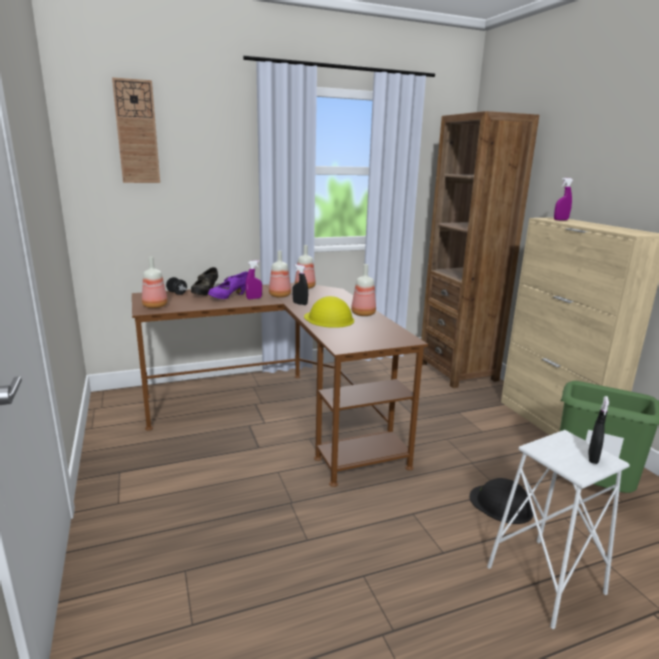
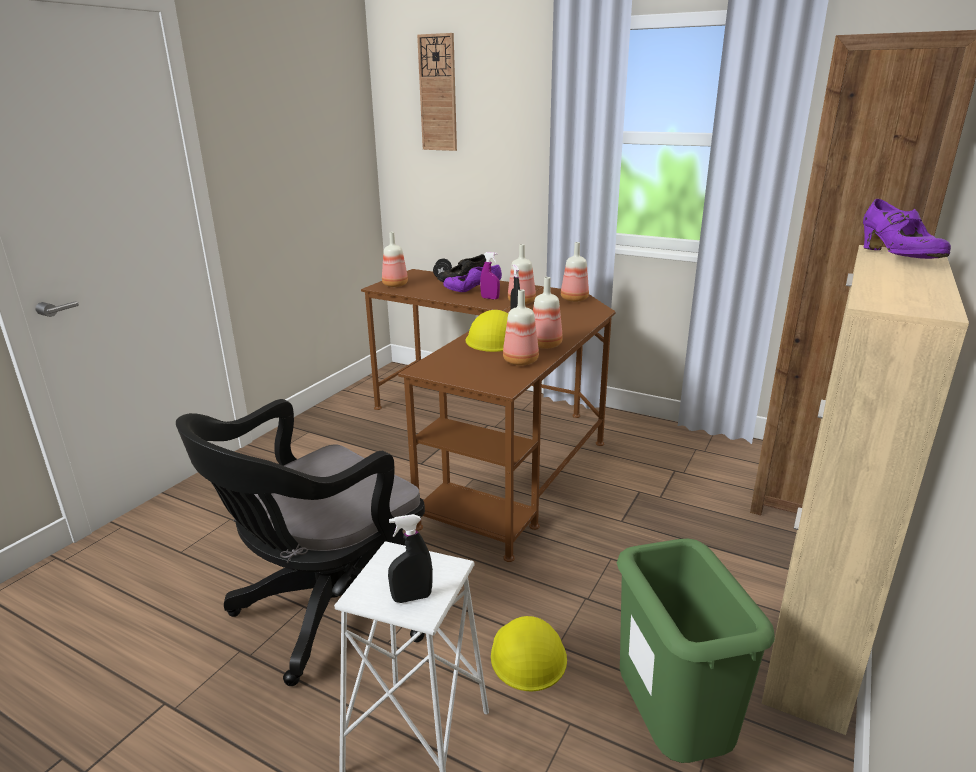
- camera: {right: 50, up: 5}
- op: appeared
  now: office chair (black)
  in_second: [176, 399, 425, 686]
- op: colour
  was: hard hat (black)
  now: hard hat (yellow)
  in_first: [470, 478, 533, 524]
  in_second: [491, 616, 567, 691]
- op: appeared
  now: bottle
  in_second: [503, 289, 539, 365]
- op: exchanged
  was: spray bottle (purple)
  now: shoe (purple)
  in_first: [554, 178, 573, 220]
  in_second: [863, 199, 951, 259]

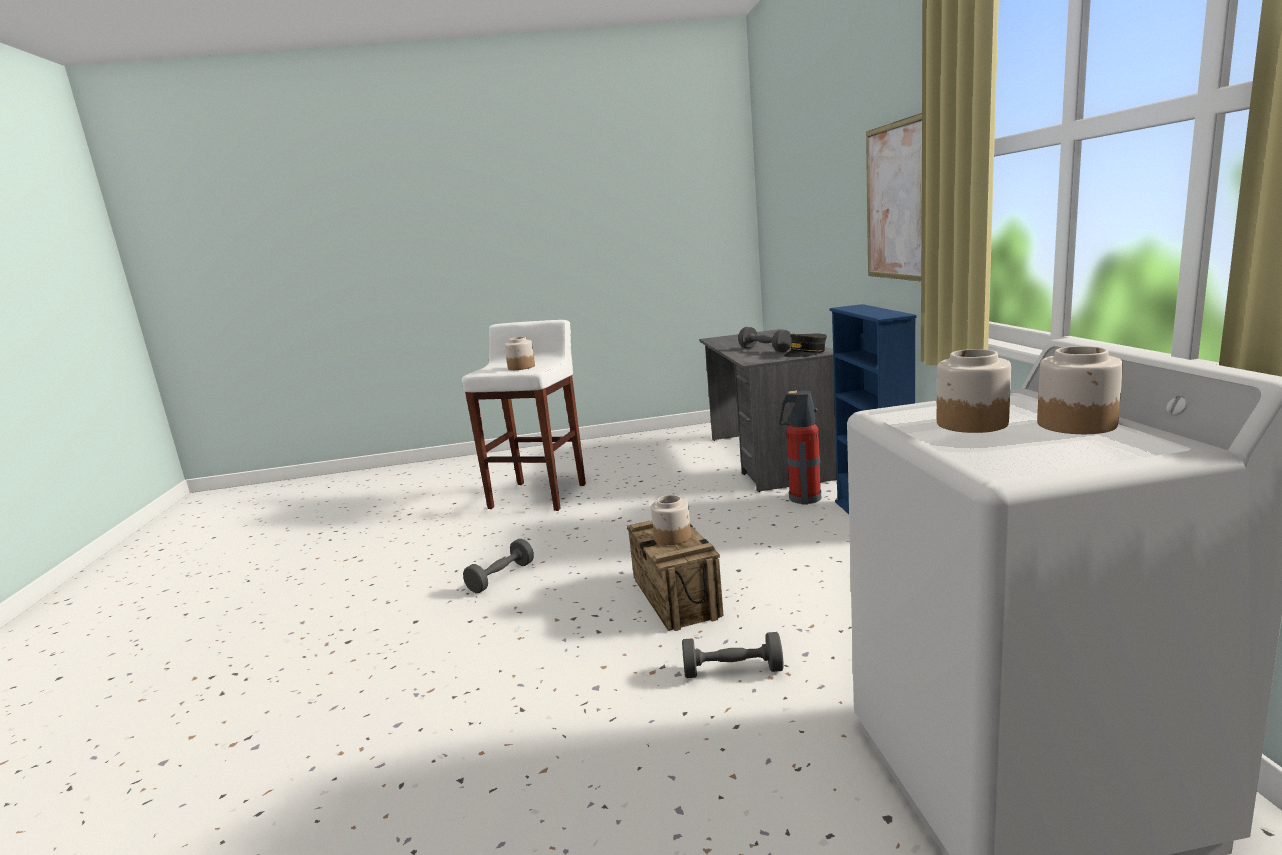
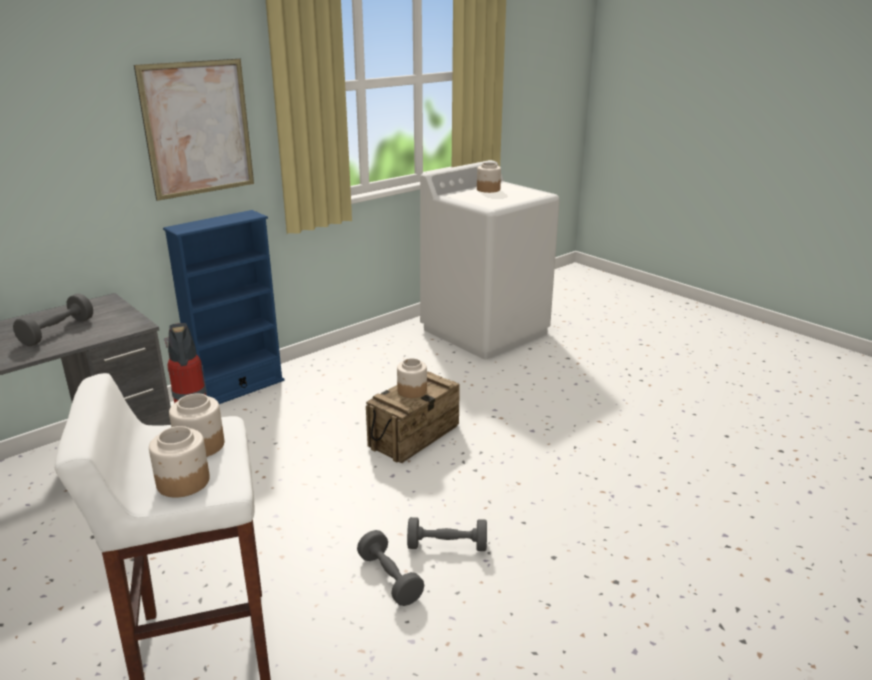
- camera: {right: -125, up: 10}
- op: relocated
  was: jar
  in_first: [937, 349, 1011, 433]
  in_second: [149, 426, 210, 498]
- op: relocated
  was: dumbbell (grey)
  in_first: [682, 632, 784, 678]
  in_second: [357, 530, 424, 606]
- op: missing
  was: cap (grey)
  in_first: [784, 334, 827, 357]

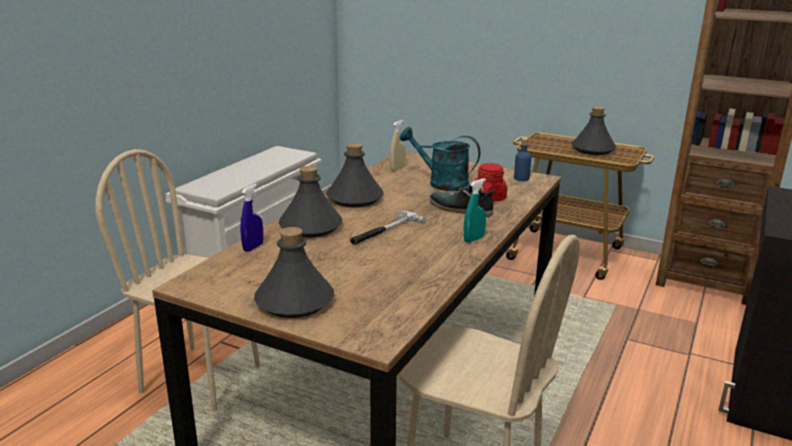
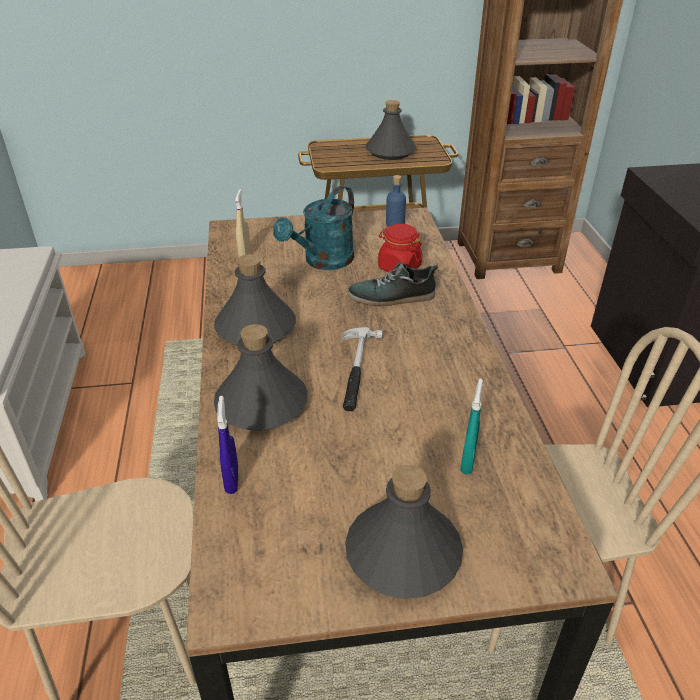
- camera: {right: -35, up: 15}
- op: spun
  was: watering can (turquoise)
  in_first: [400, 127, 480, 191]
  in_second: [273, 186, 354, 270]
  clockwise: -45
- op: relocated
  was: spray bottle (turquoise)
  in_first: [464, 178, 486, 242]
  in_second: [460, 379, 483, 474]

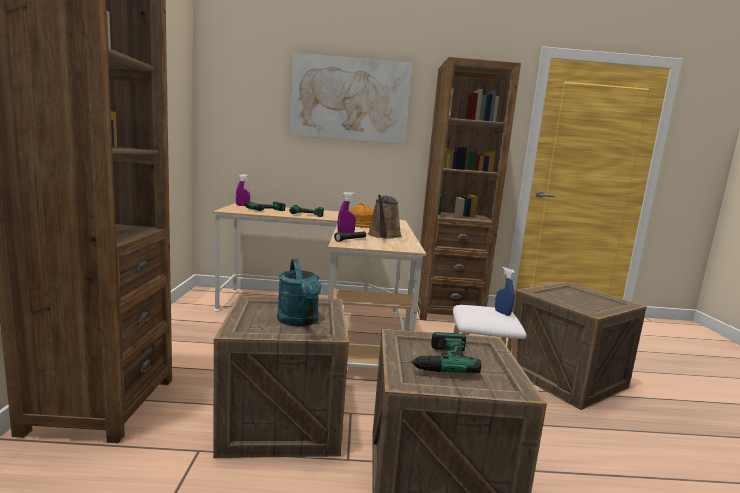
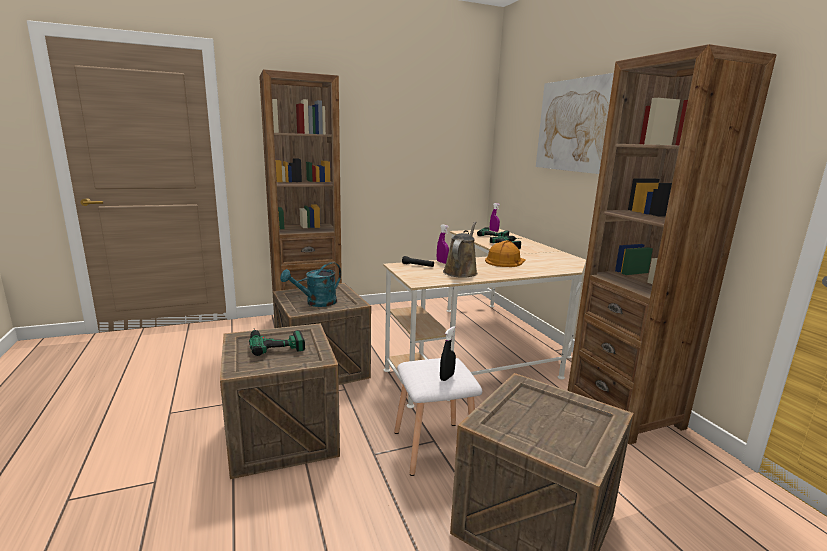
- camera: {right: 70, up: 5}
- op: colour
  was: spray bottle (blue)
  now: spray bottle (black)
  in_first: [495, 267, 515, 316]
  in_second: [440, 326, 456, 381]
- op: spun
  was: watering can (brown)
  in_first: [368, 195, 402, 239]
  in_second: [443, 221, 478, 278]
  clockwise: 120

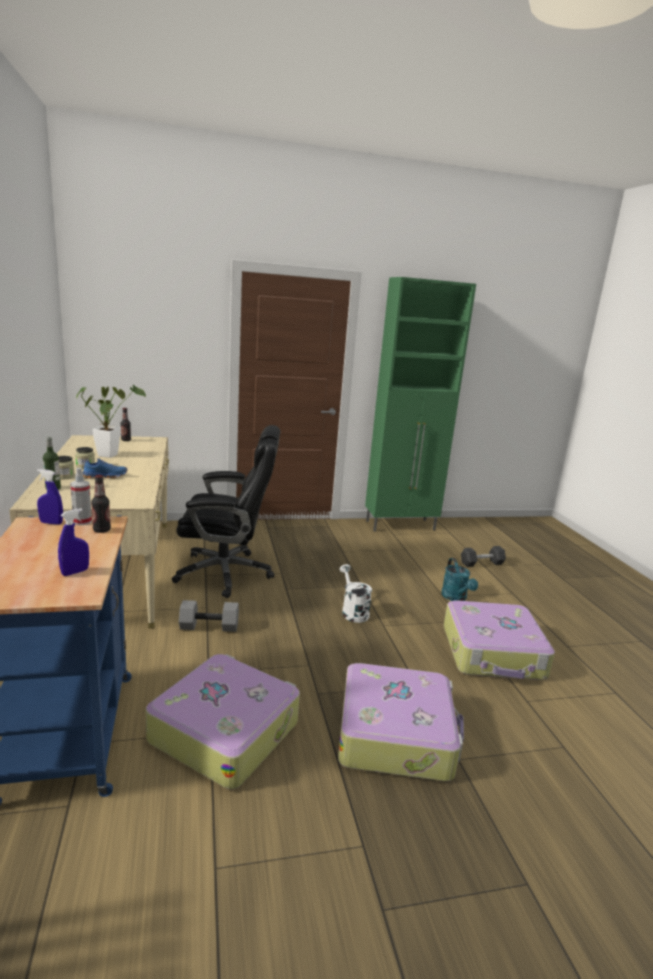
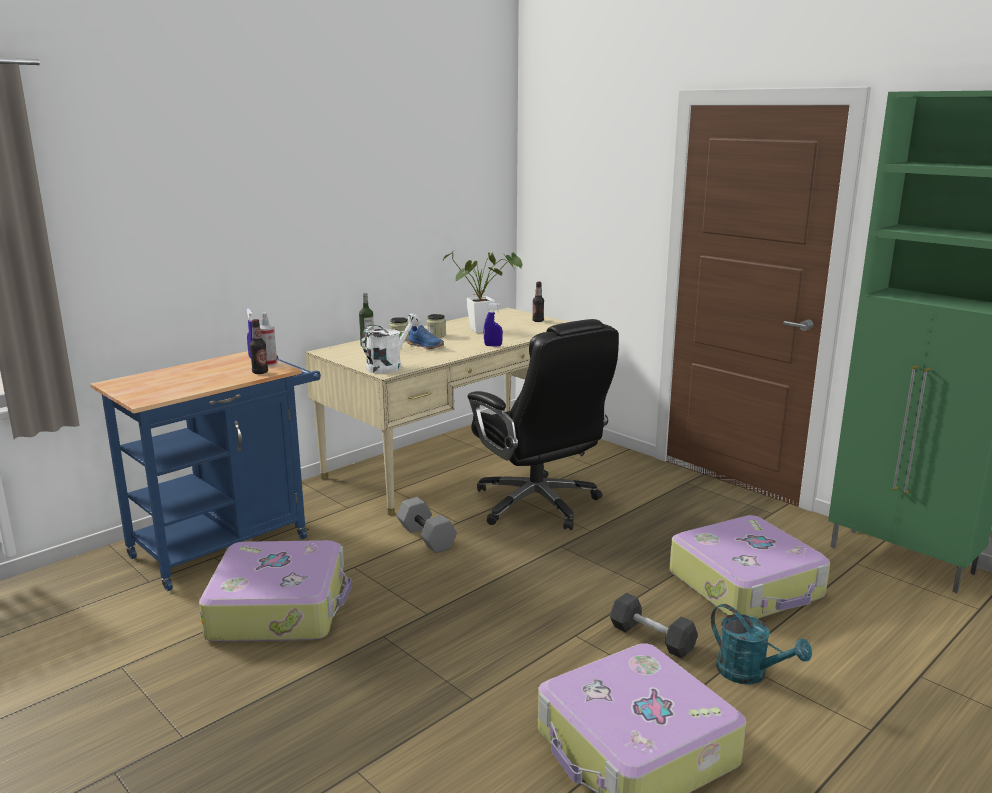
- camera: {right: 60, up: 0}
- op: relocated
  was: watering can (white)
  in_first: [339, 564, 372, 623]
  in_second: [361, 313, 421, 374]
- op: relocated
  was: spray bottle (blue)
  in_first: [58, 508, 89, 576]
  in_second: [484, 303, 503, 347]
- op: relocated
  was: dumbbell (black)
  in_first: [461, 546, 506, 567]
  in_second: [610, 593, 698, 659]
- op: relocated
  was: suitcase
  in_first: [338, 663, 464, 781]
  in_second: [669, 515, 830, 619]
- op: spun
  was: watering can (turquoise)
  in_first: [441, 558, 478, 601]
  in_second: [711, 604, 812, 684]
  clockwise: -90

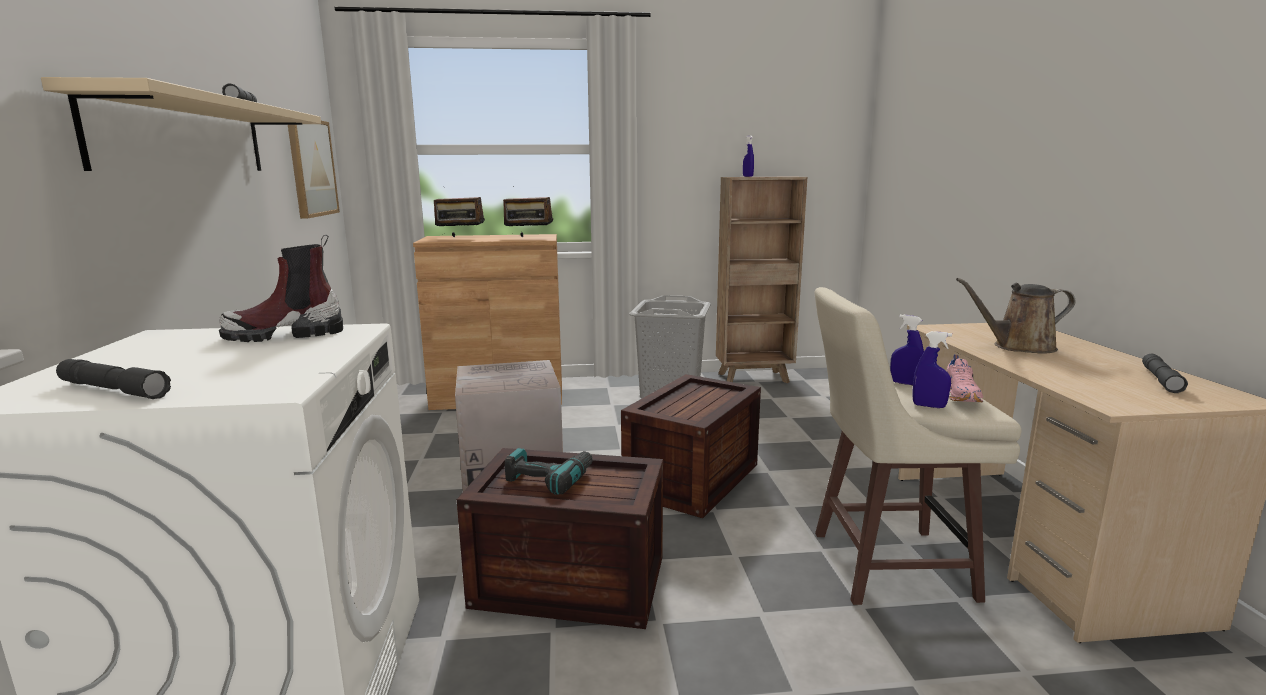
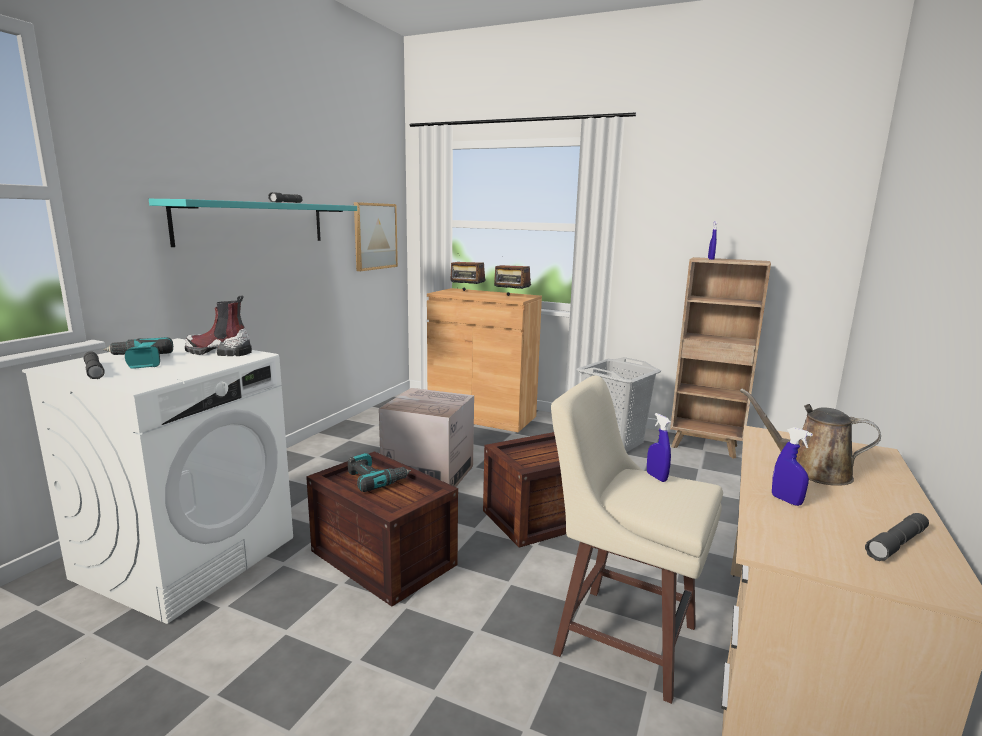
- camera: {right: 30, up: 0}
- op: appeared
  now: power drill
  in_second: [103, 337, 173, 369]
- op: colour
  was: shelf (beige)
  now: shelf (turquoise)
  in_first: [41, 77, 321, 171]
  in_second: [149, 199, 357, 247]
- op: relocated
  was: spray bottle (blue)
  in_first: [912, 331, 952, 408]
  in_second: [772, 427, 813, 506]
- op: missing
  was: shoe (pink)
  in_first: [947, 355, 983, 402]

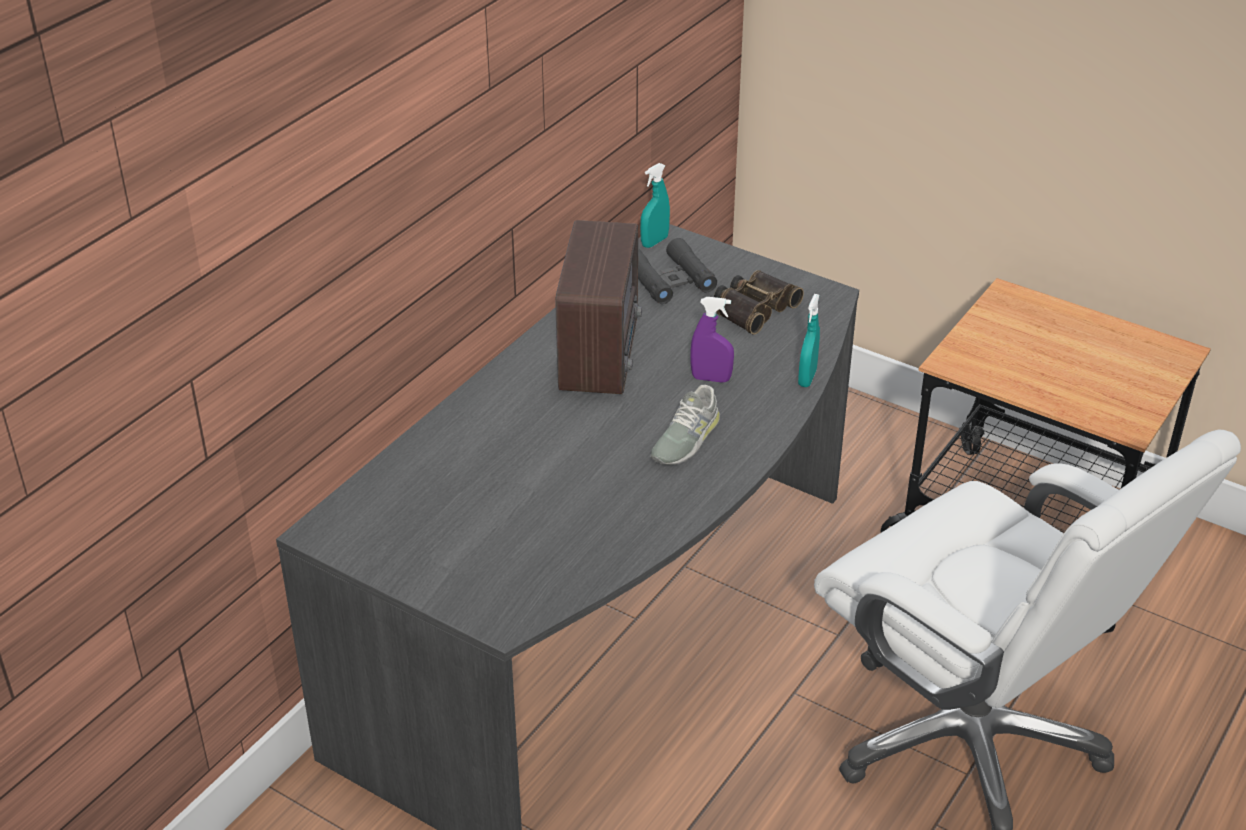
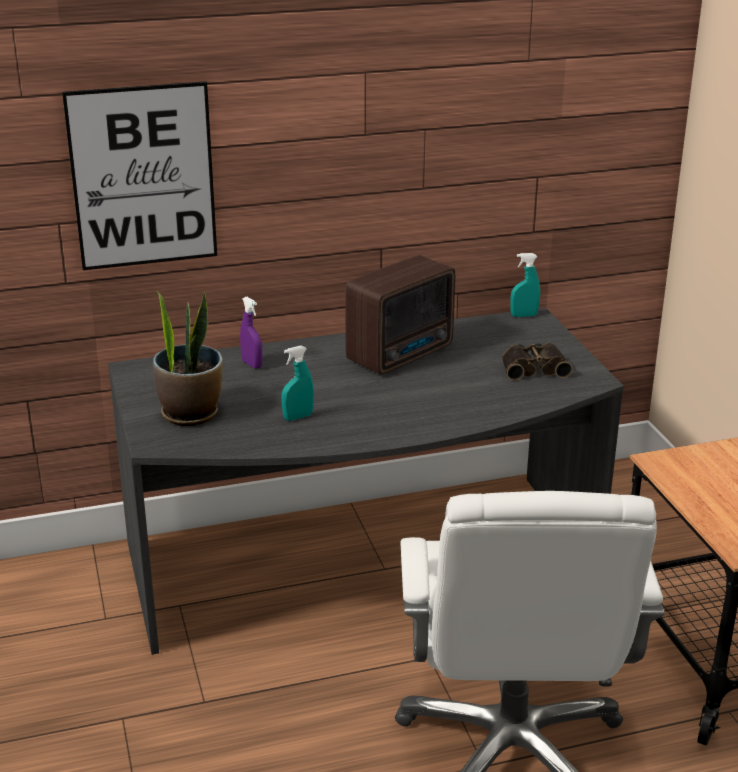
- camera: {right: 40, up: -10}
- op: appeared
  now: picture
  in_second: [62, 81, 217, 270]
- op: appeared
  now: potted plant
  in_second: [153, 290, 222, 426]
- op: relocated
  was: spray bottle (purple)
  in_first: [690, 297, 734, 382]
  in_second: [240, 297, 263, 369]
- op: relocated
  was: spray bottle (turquoise)
  in_first: [798, 294, 820, 387]
  in_second: [282, 346, 314, 421]
- op: missing
  was: binoculars (black)
  in_first: [638, 238, 717, 304]
- op: missing
  was: shoe (grey)
  in_first: [650, 385, 720, 465]

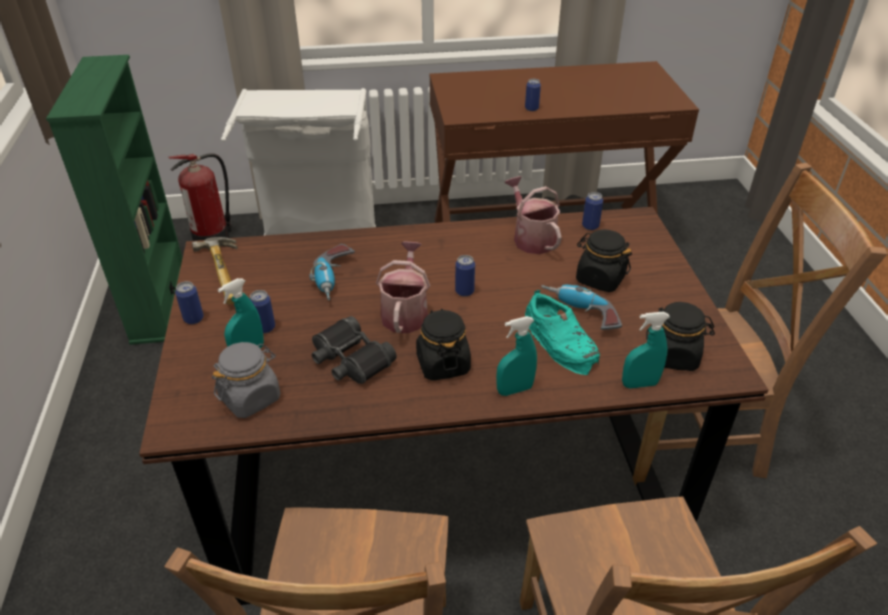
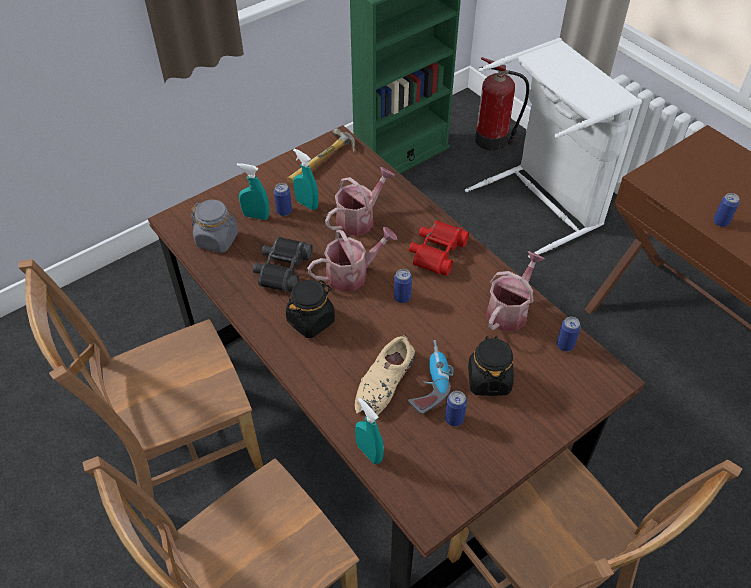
- camera: {right: 60, up: 10}
- op: relocated
  was: spray bottle (turquoise)
  in_first: [496, 316, 537, 396]
  in_second: [293, 148, 318, 210]
- op: exchanged
  was: power drill
  now: watering can
  in_first: [309, 244, 355, 300]
  in_second: [325, 167, 395, 236]
- op: colour
  was: shoe (turquoise)
  now: shoe (beige)
  in_first: [525, 289, 600, 375]
  in_second: [355, 334, 415, 415]
- op: appeared
  now: binoculars (red)
  in_second: [409, 220, 469, 276]
- op: relocated
  was: can
  in_first: [175, 281, 204, 324]
  in_second: [445, 391, 467, 426]
- op: missing
  was: jar (black)
  in_first: [646, 302, 715, 371]

